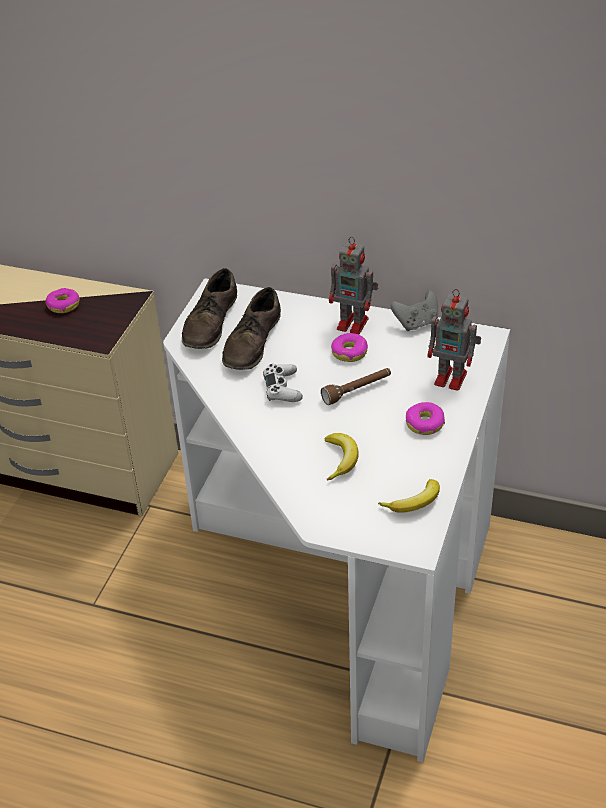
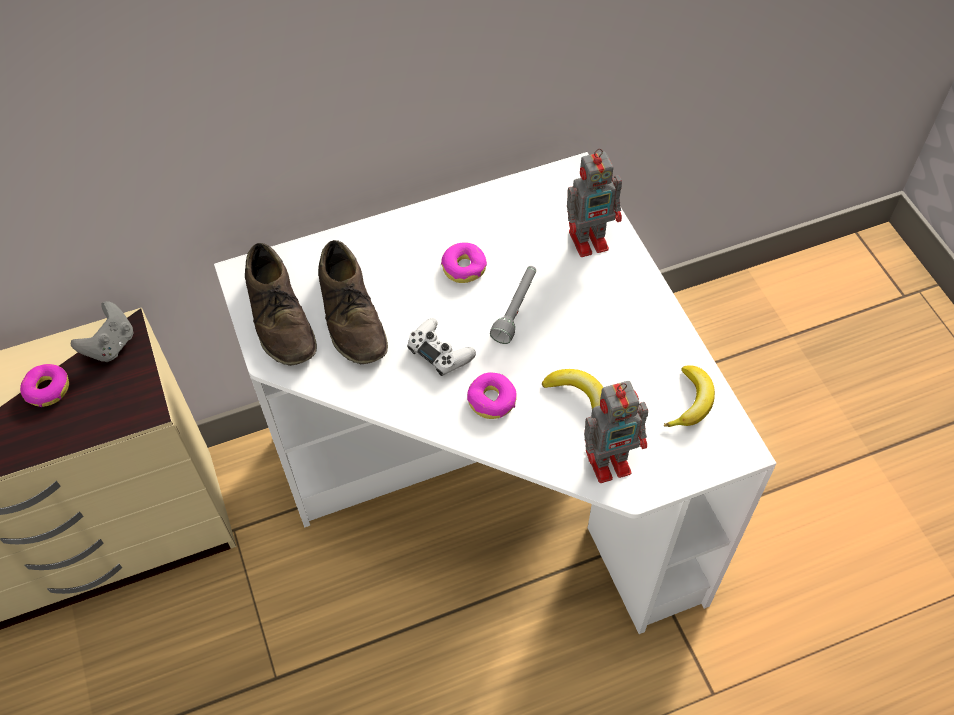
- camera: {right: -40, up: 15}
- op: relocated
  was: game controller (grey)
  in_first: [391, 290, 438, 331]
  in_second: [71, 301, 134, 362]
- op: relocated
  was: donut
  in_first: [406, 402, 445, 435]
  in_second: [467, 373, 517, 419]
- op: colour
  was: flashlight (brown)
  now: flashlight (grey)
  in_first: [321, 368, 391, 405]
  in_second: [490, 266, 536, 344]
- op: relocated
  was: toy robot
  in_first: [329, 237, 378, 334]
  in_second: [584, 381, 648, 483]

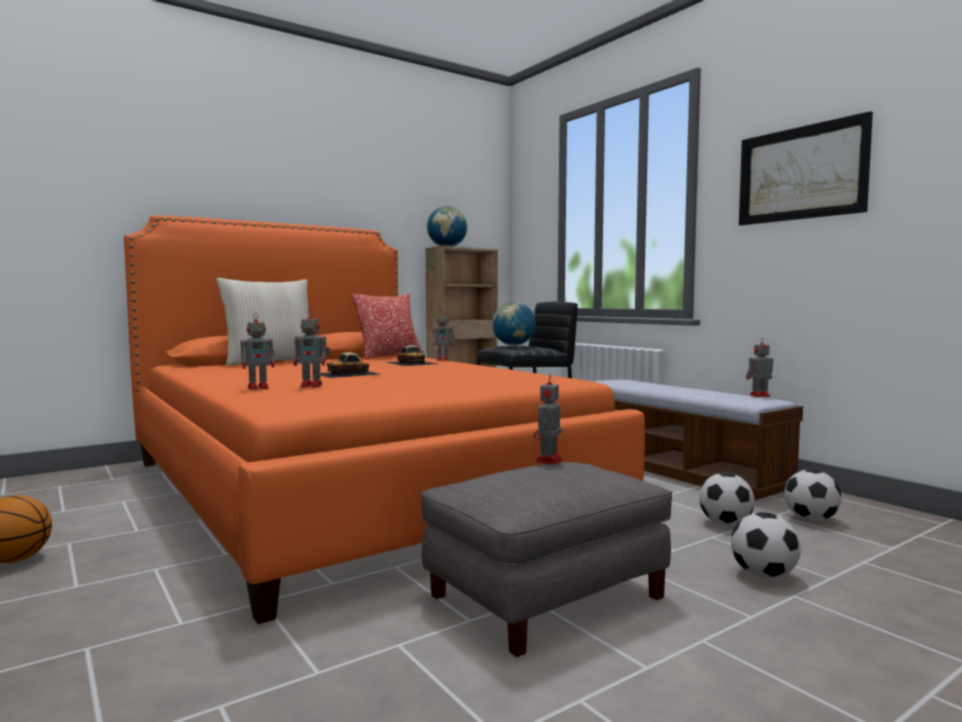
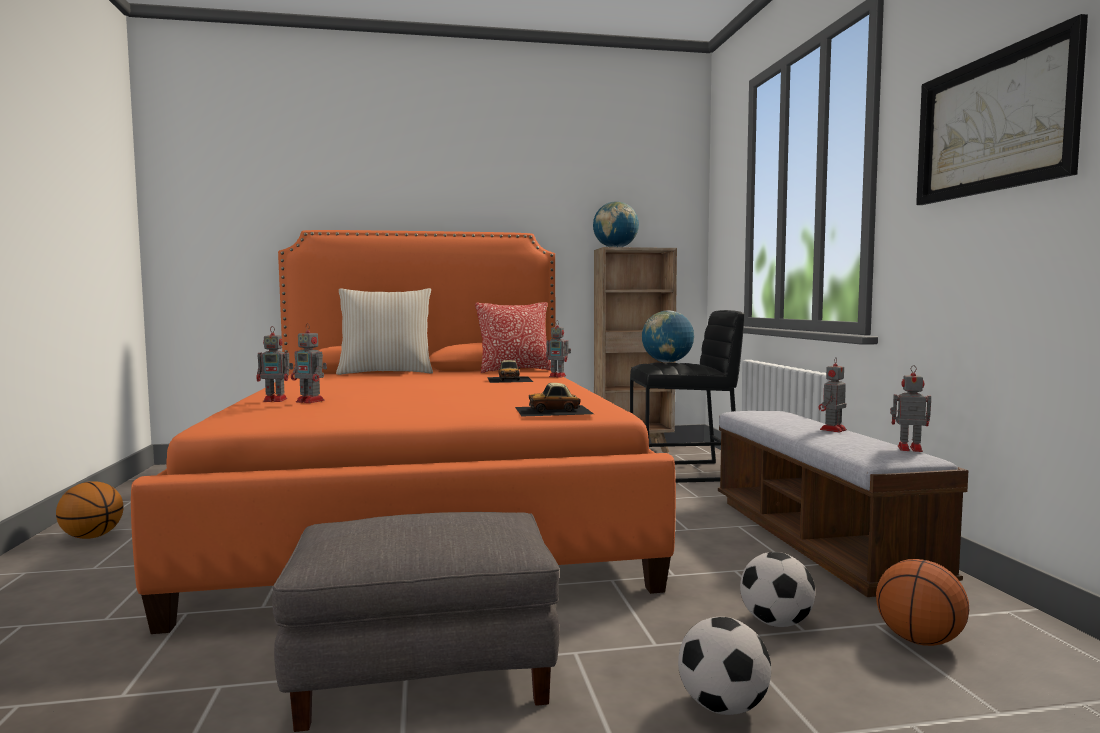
- camera: {right: 25, up: 0}
- op: relocated
  was: toy car
  in_first: [320, 352, 381, 378]
  in_second: [515, 383, 594, 416]
- op: relocated
  was: toy robot
  in_first: [533, 374, 563, 464]
  in_second: [819, 357, 847, 432]
- op: exchanged
  was: football
  now: basketball
  in_first: [785, 469, 842, 521]
  in_second: [876, 559, 969, 646]

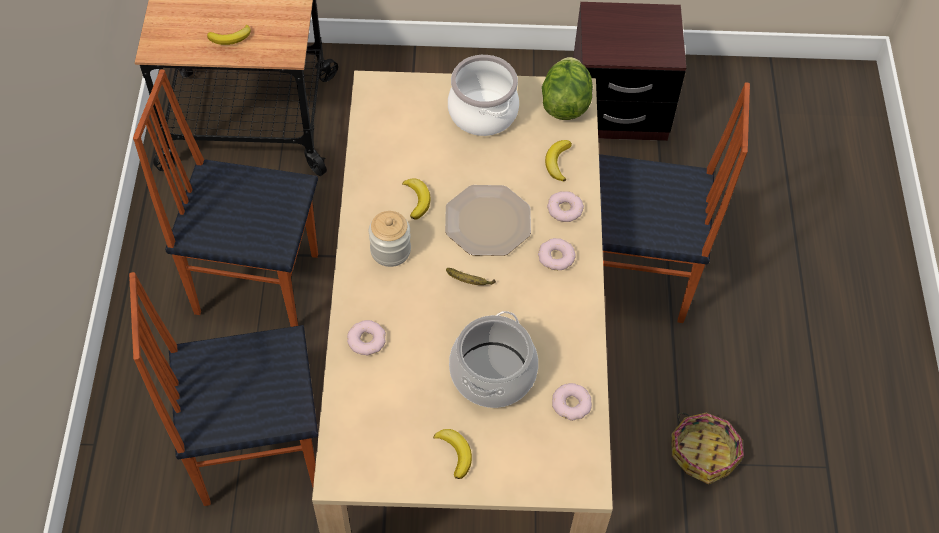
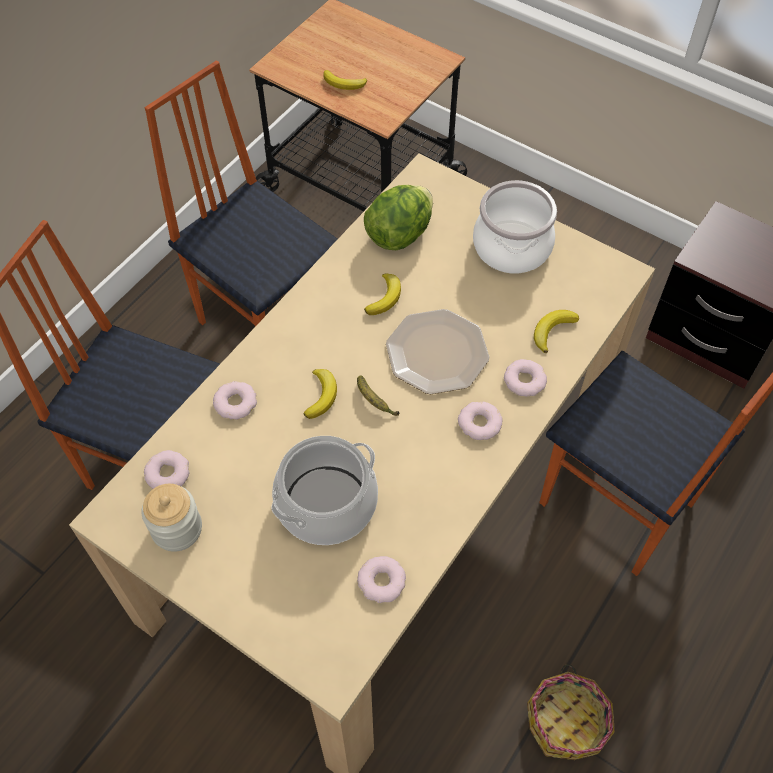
- camera: {right: 35, up: 0}
- op: relocated
  was: jar
  in_first: [369, 211, 411, 267]
  in_second: [141, 484, 202, 552]
- op: appeared
  now: donut
  in_second: [144, 450, 189, 489]
- op: relocated
  was: banana
  in_first: [433, 429, 472, 479]
  in_second: [303, 369, 337, 419]
- op: relocated
  was: lettuce
  in_first: [542, 57, 593, 120]
  in_second: [364, 185, 433, 250]

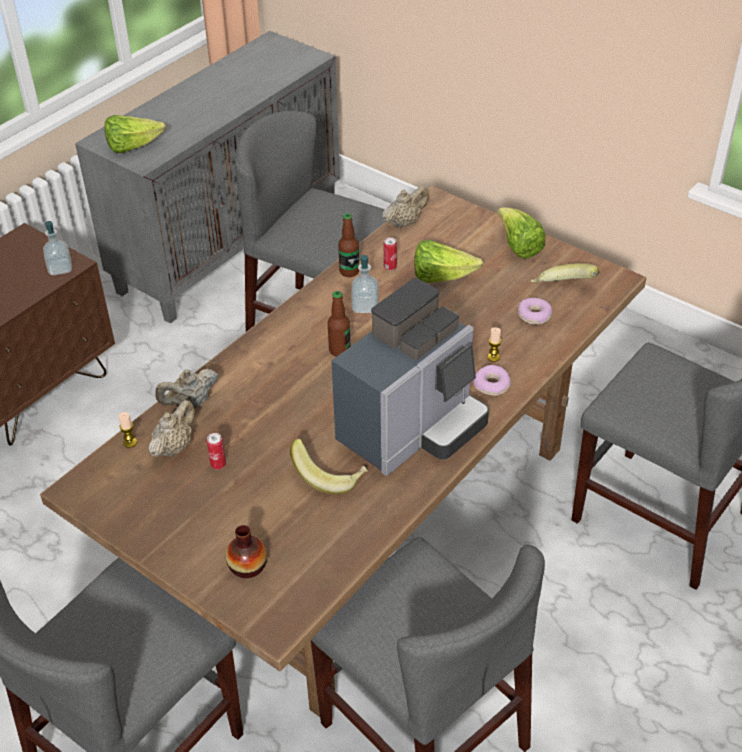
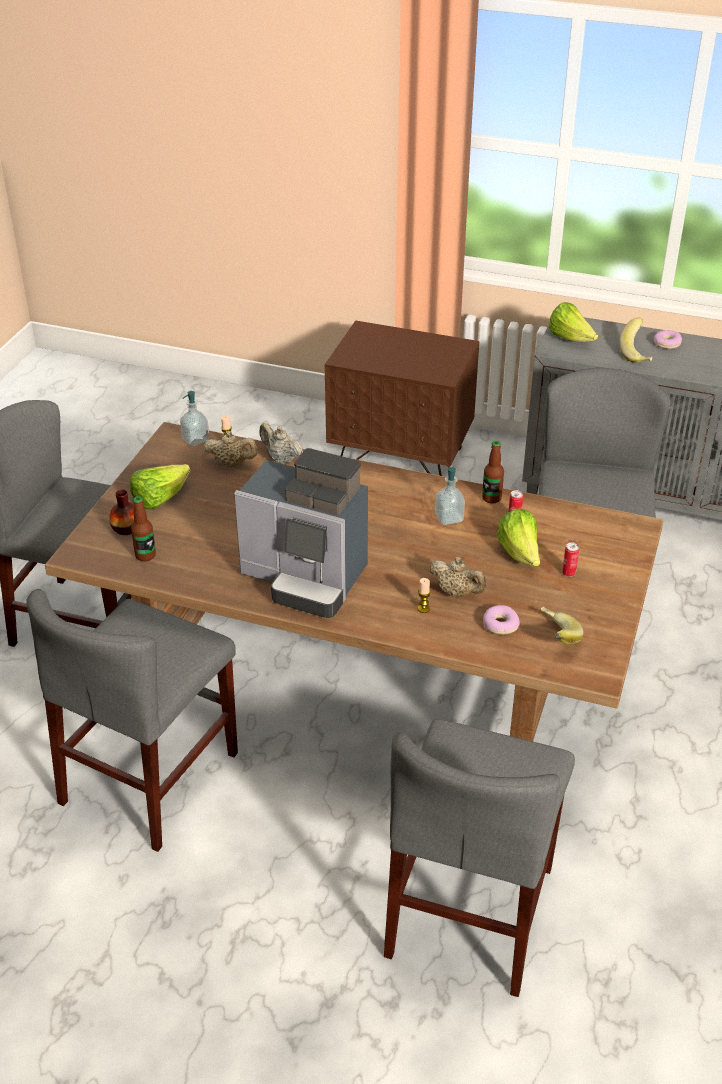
- camera: {right: 70, up: -5}
- op: relocated
  was: lettuce
  in_first: [498, 207, 545, 259]
  in_second: [130, 464, 190, 510]
- op: relocated
  was: bottle
  in_first: [328, 291, 351, 357]
  in_second: [131, 496, 156, 561]
- op: relocated
  was: soap dispenser
  in_first: [43, 221, 72, 276]
  in_second: [180, 391, 209, 446]
- op: relocated
  was: teapot (beige)
  in_first: [382, 186, 429, 228]
  in_second: [429, 557, 486, 597]
- op: relocated
  was: can
  in_first: [207, 433, 226, 470]
  in_second: [562, 543, 579, 577]
- op: relocated
  was: banana
  in_first: [290, 439, 368, 494]
  in_second: [619, 318, 652, 363]
- op: relocated
  was: donut
  in_first: [474, 365, 511, 396]
  in_second: [654, 330, 682, 349]

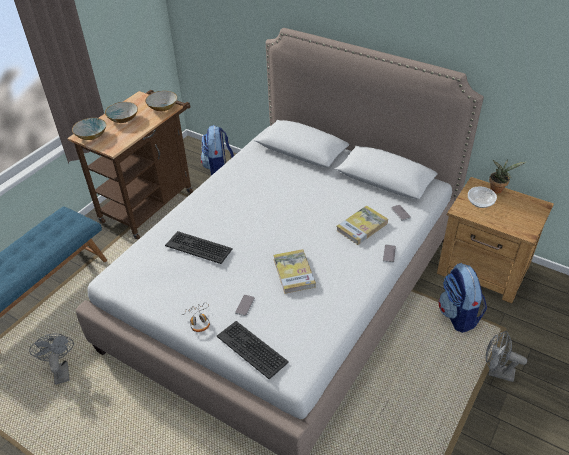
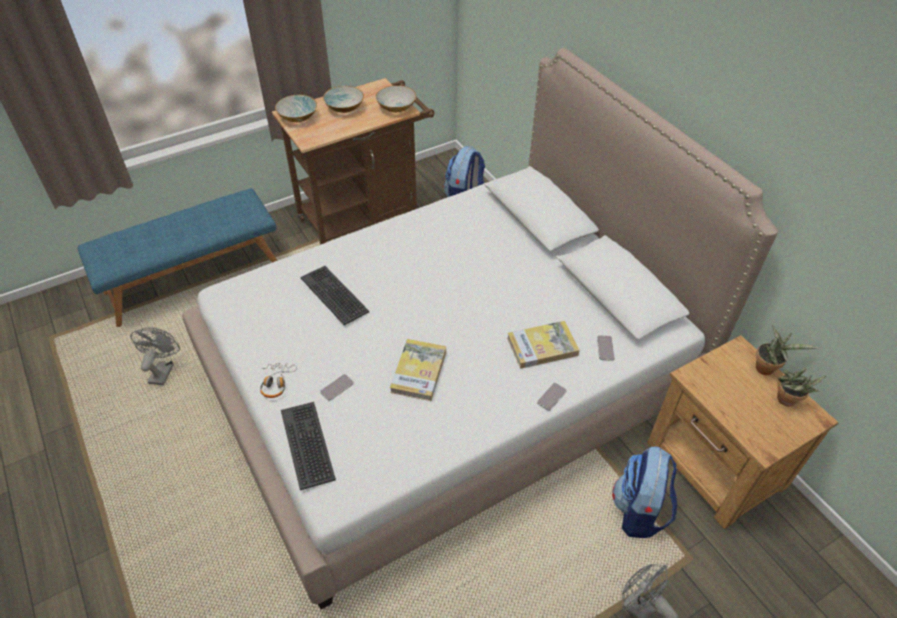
- camera: {right: 25, up: 5}
- op: appeared
  now: potted plant
  in_second: [777, 368, 826, 406]
- op: missing
  was: bowl
  in_first: [468, 187, 497, 208]

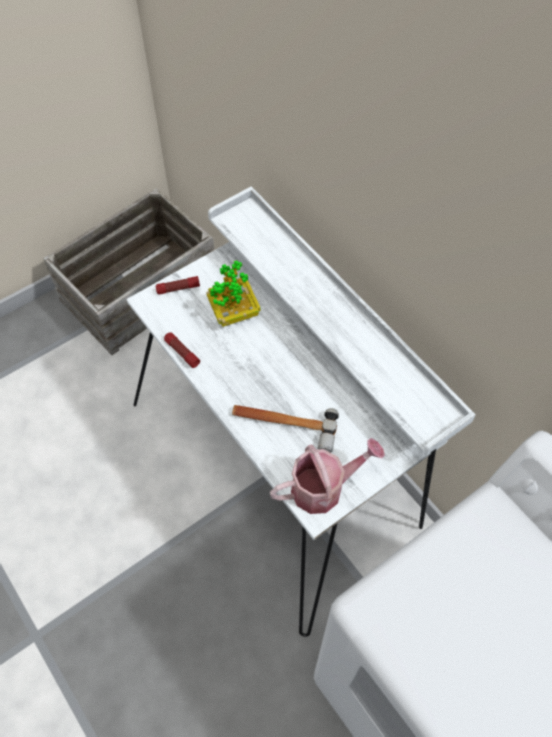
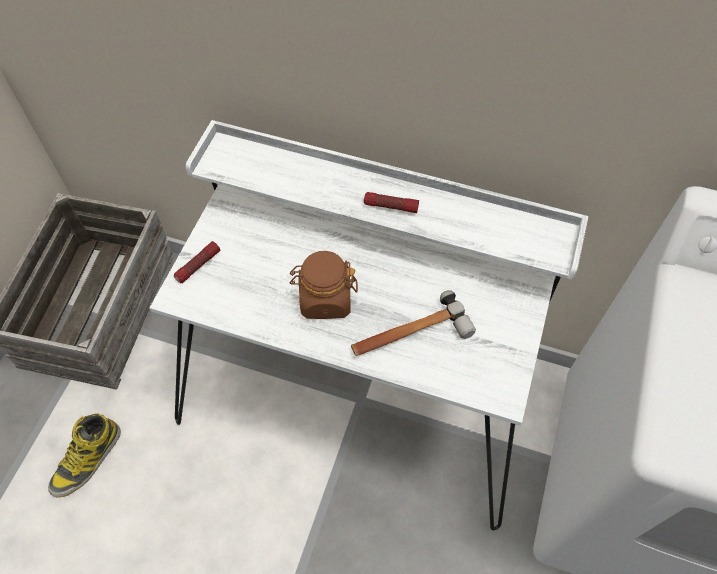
- camera: {right: -35, up: 0}
- op: appeared
  now: boot
  in_second: [48, 413, 121, 498]
- op: appeared
  now: jar (brown)
  in_second: [289, 251, 358, 319]
- op: relocated
  was: flashlight
  in_first: [164, 332, 200, 368]
  in_second: [364, 192, 419, 213]
- op: missing
  was: potted plant
  in_first: [206, 260, 260, 327]
- op: missing
  was: watering can
  in_first: [270, 438, 385, 514]

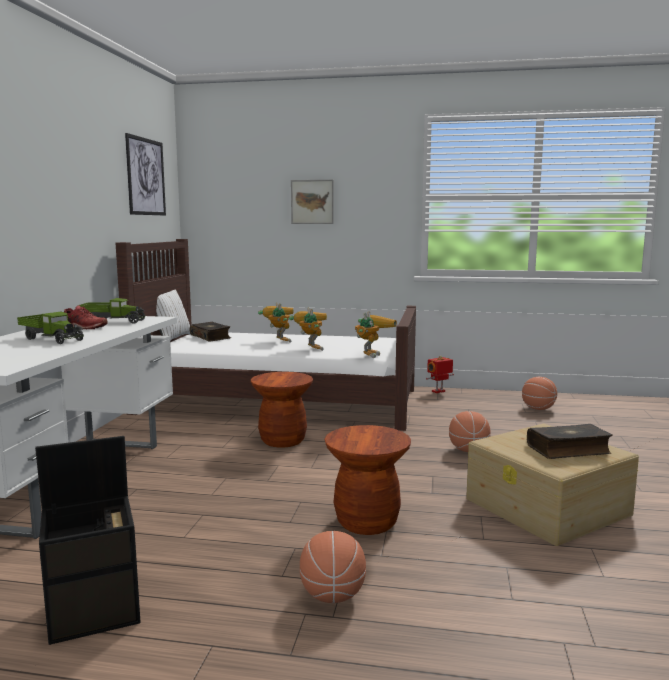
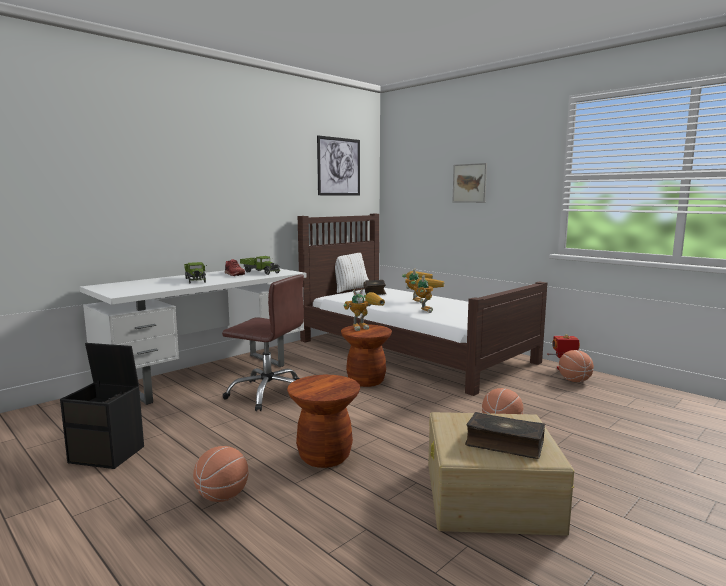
- camera: {right: 35, up: 0}
- op: appeared
  now: office chair (brown)
  in_second: [222, 274, 304, 411]
- op: relocated
  was: toy robot
  in_first: [355, 311, 397, 358]
  in_second: [344, 289, 385, 331]
- op: relocated
  was: basketball
  in_first: [522, 377, 557, 410]
  in_second: [559, 350, 594, 382]

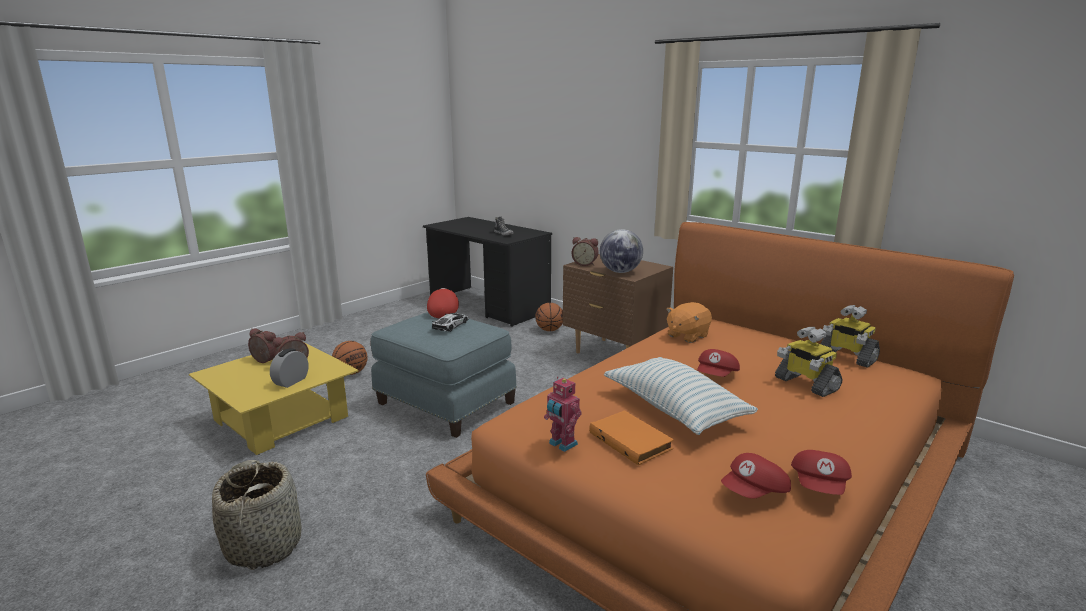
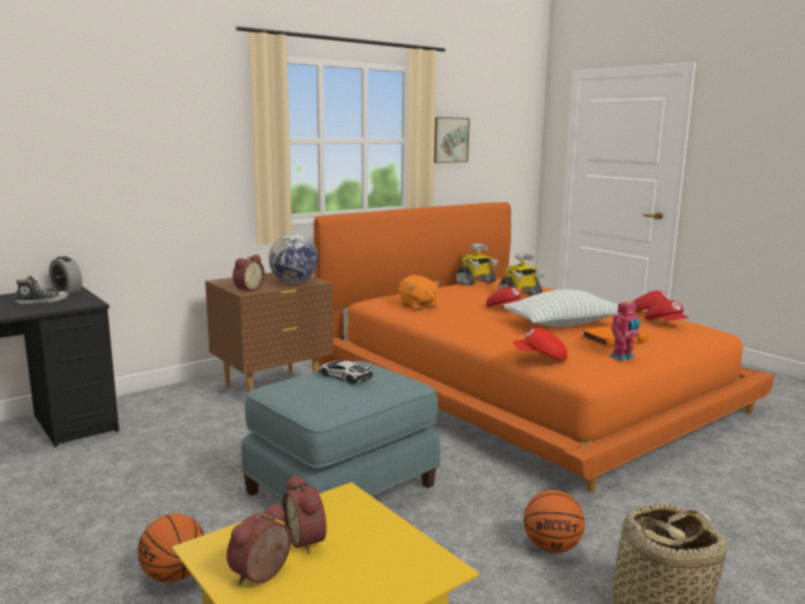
- camera: {right: -80, up: -5}
- op: relocated
  was: alarm clock
  in_first: [270, 348, 309, 388]
  in_second: [49, 256, 82, 294]
- op: appeared
  now: picture
  in_second: [434, 117, 470, 163]
- op: relocated
  was: cap (red)
  in_first: [427, 288, 459, 318]
  in_second: [513, 328, 567, 361]
- op: relocated
  was: basketball
  in_first: [535, 303, 563, 331]
  in_second: [524, 490, 585, 553]

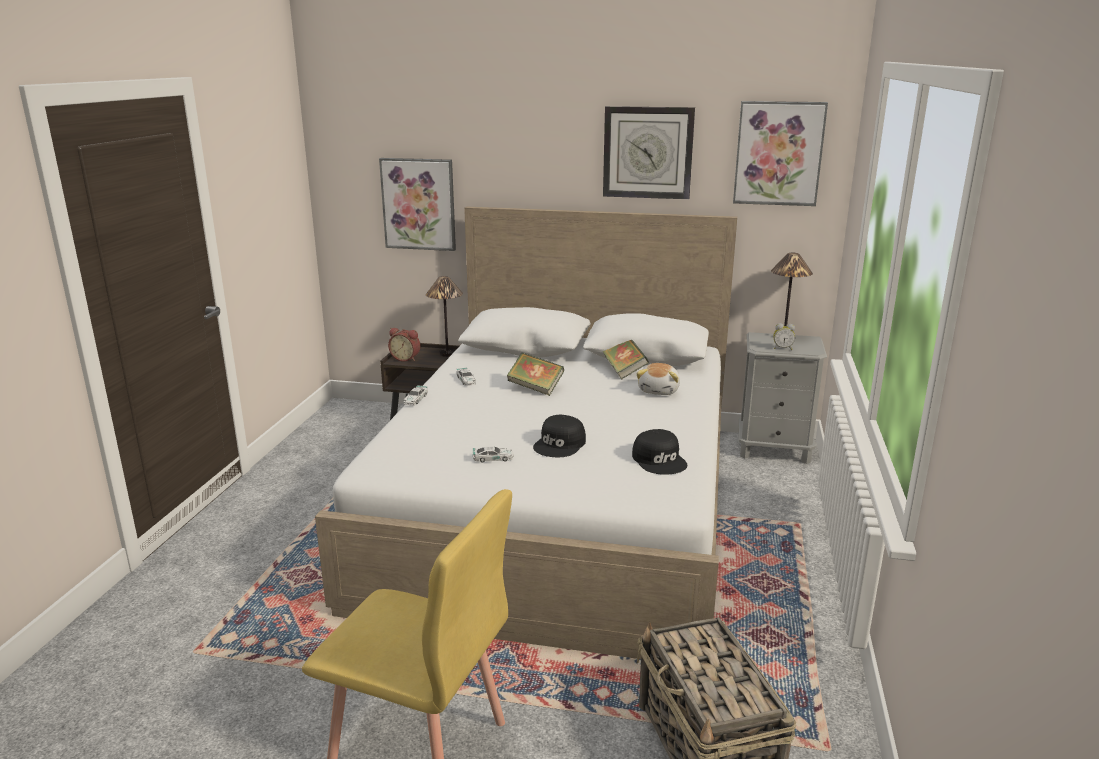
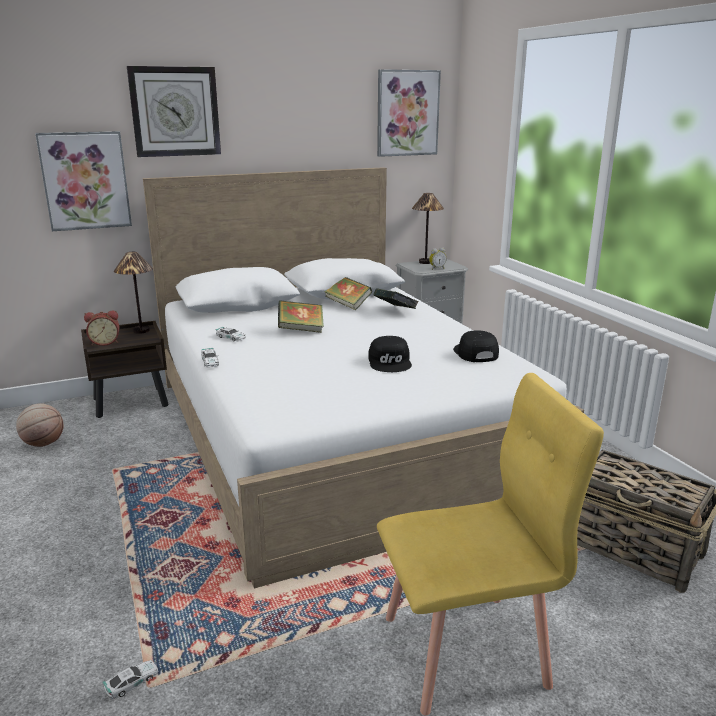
- camera: {right: -35, up: 0}
- op: appeared
  now: basketball
  in_second: [16, 403, 63, 447]
- op: relocated
  was: toy car
  in_first: [473, 446, 514, 462]
  in_second: [102, 660, 158, 699]
- op: relocated
  was: wall clock
  in_first: [603, 106, 695, 199]
  in_second: [127, 66, 221, 157]
- op: exchanged
  was: plush toy
  now: book
  in_first: [636, 363, 680, 395]
  in_second: [373, 288, 418, 309]
- op: spun
  was: cap (black)
  in_first: [632, 429, 687, 475]
  in_second: [453, 330, 499, 362]
  clockwise: -135

